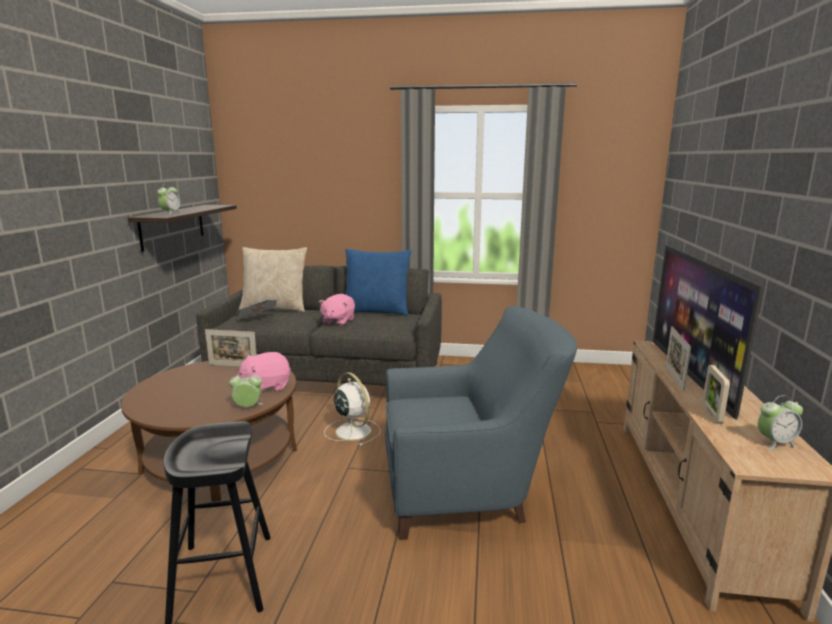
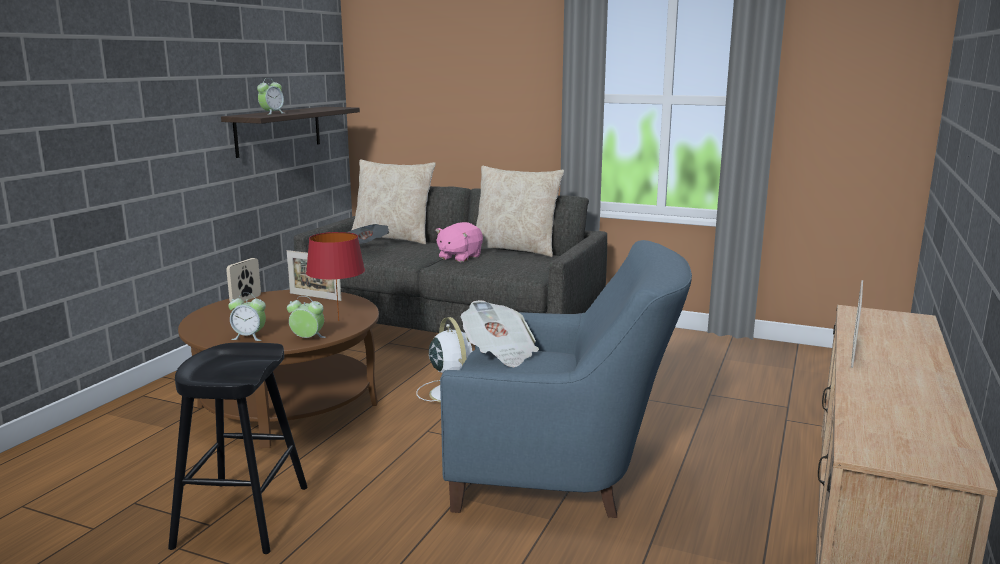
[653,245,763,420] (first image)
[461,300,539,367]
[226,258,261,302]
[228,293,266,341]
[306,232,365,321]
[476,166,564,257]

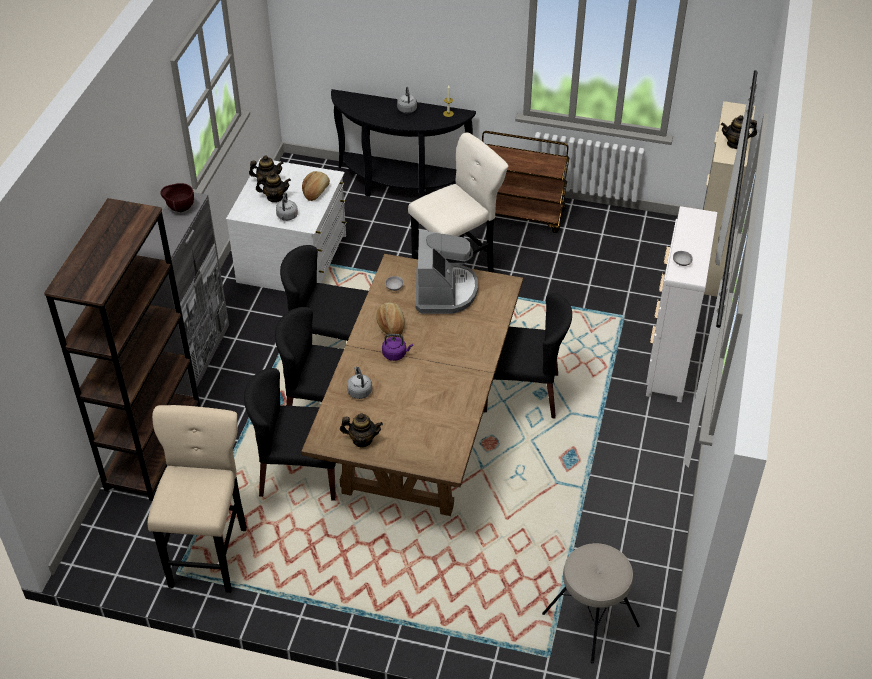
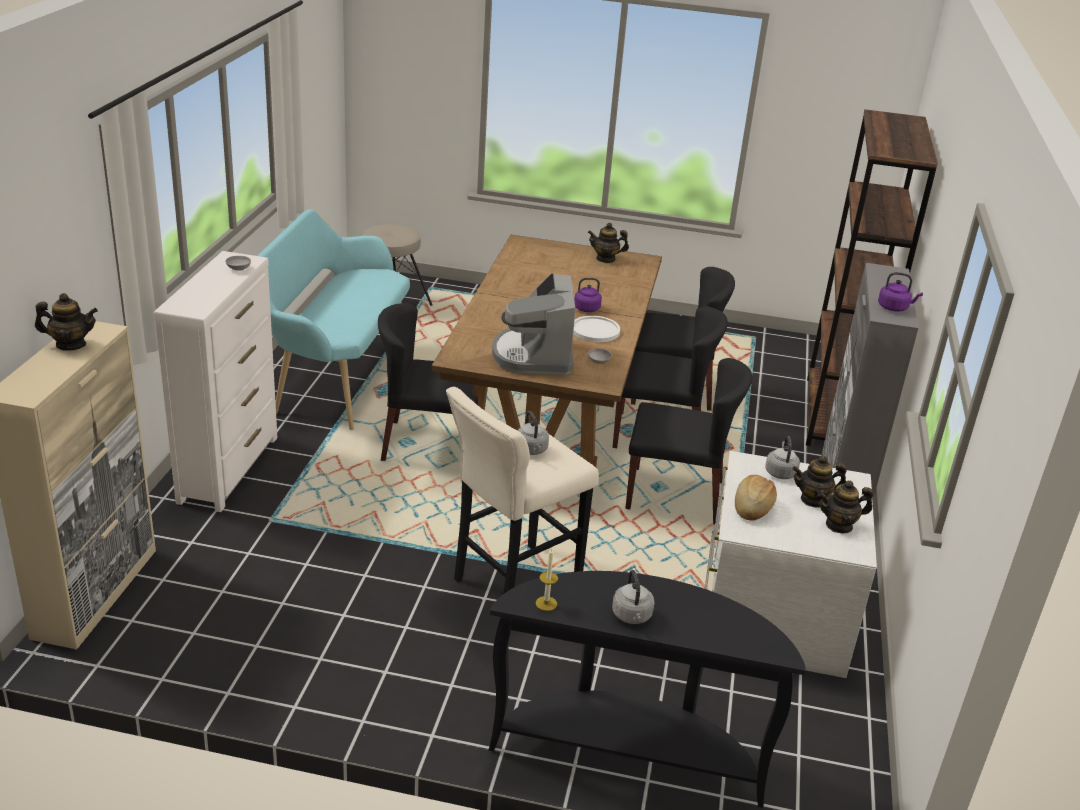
[148,405,247,593] (first image)
[482,131,570,233] (first image)
[258,209,410,430]
[517,411,549,455]
[878,272,923,312]
[573,316,620,342]

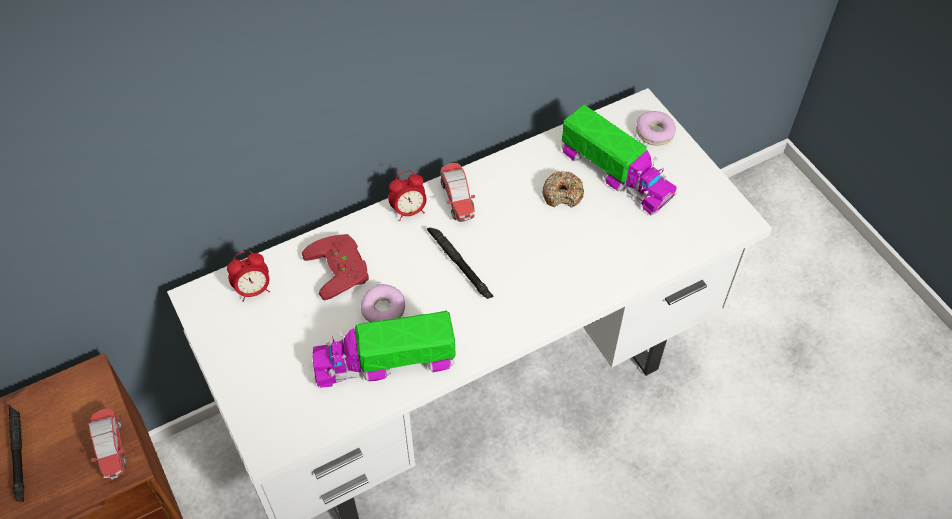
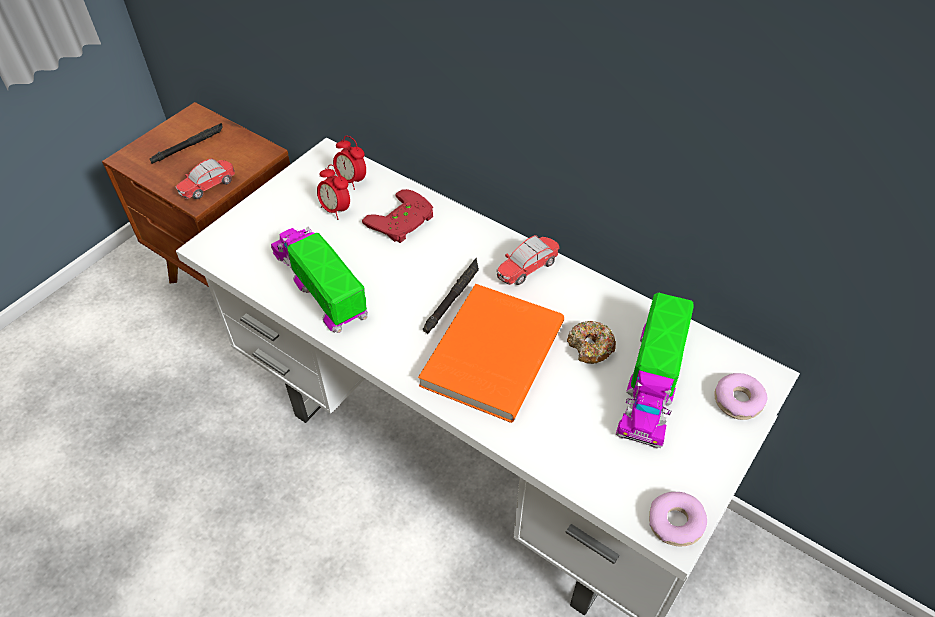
[418,284,564,423]
[649,492,707,546]
[317,164,350,220]

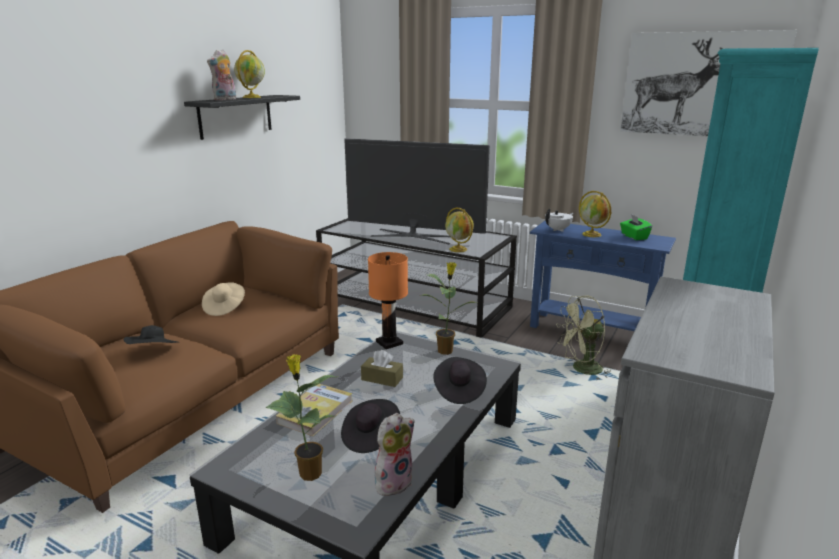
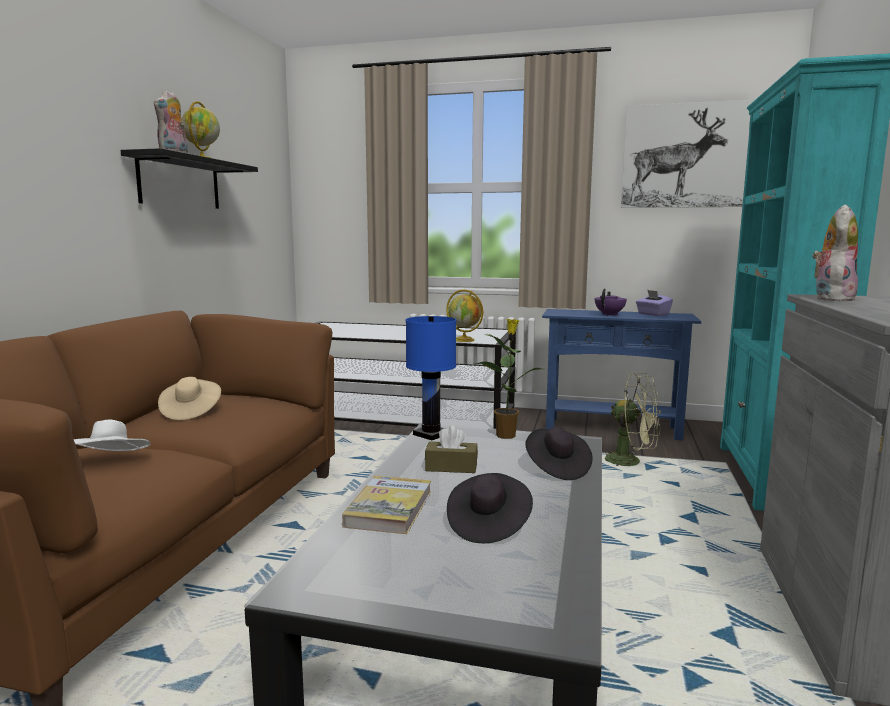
[265,354,336,481] (first image)
[344,138,490,245] (first image)
[545,208,573,232] (first image)
[812,204,858,302]
[595,288,627,316]
[74,420,150,451]
[406,316,456,440]
[636,290,673,316]
[603,373,661,466]

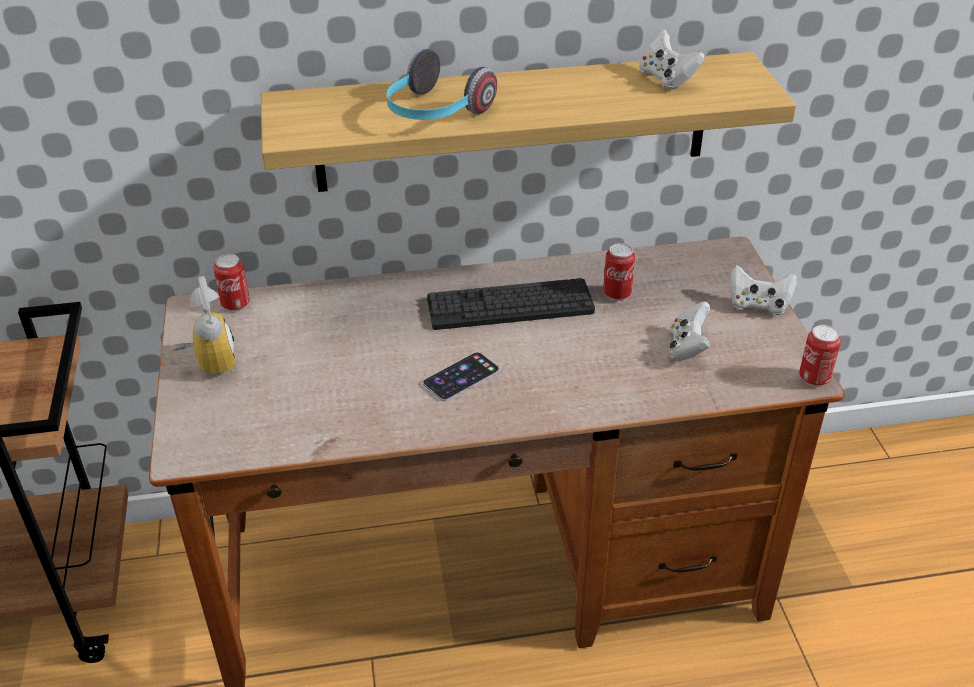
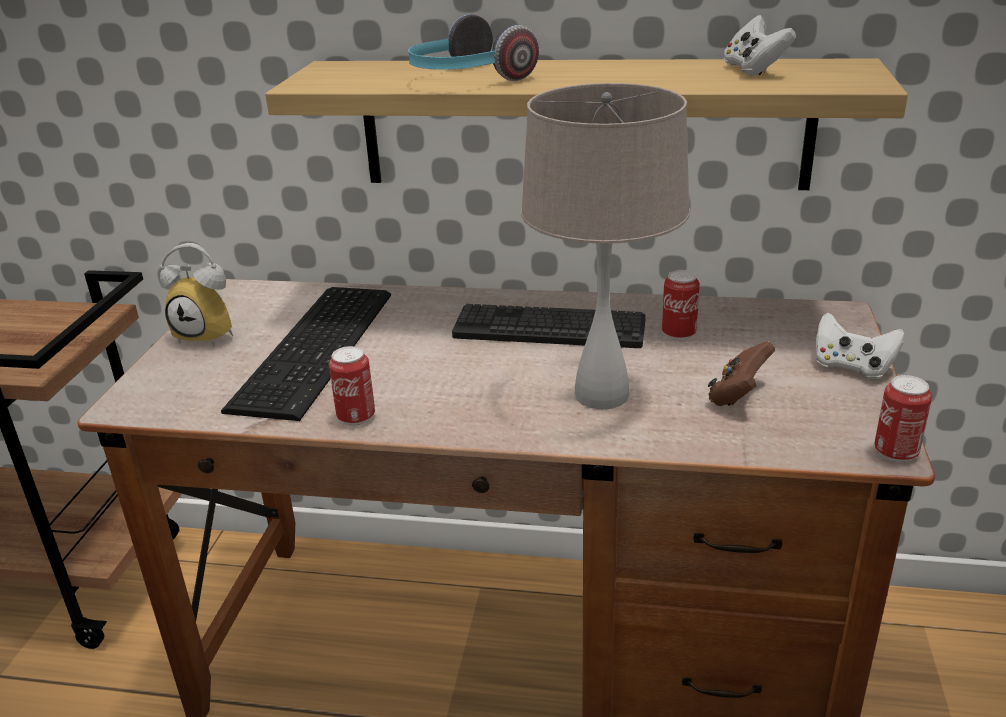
[423,352,499,401] (first image)
[221,287,391,421]
[521,83,690,410]
[329,346,375,426]
[708,341,775,406]
[159,243,233,347]

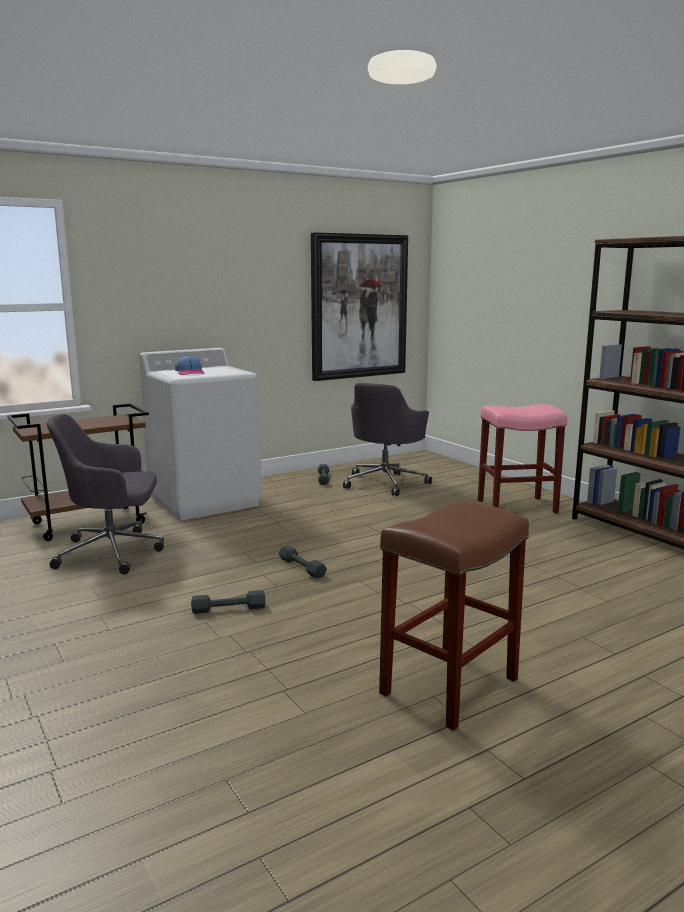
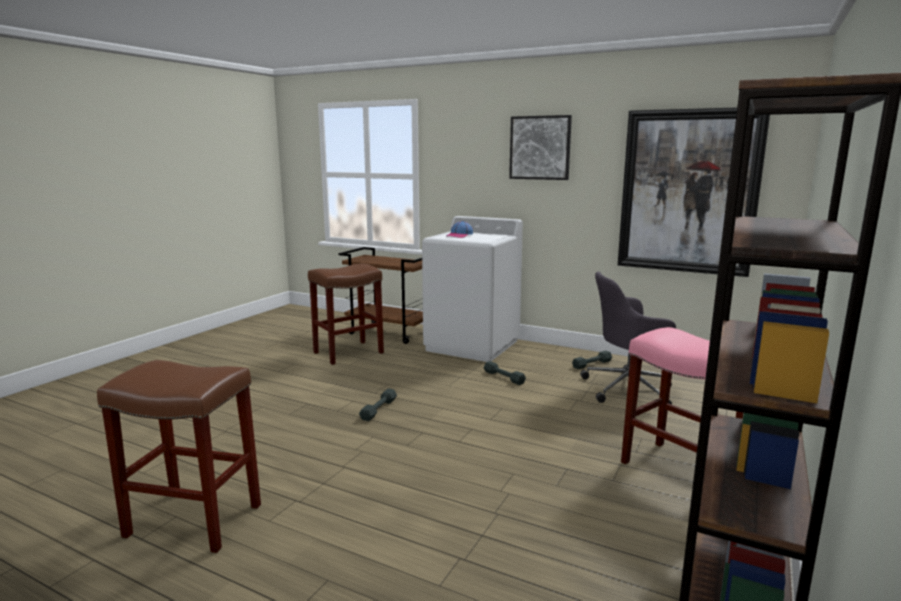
[509,115,572,180]
[484,361,526,385]
[308,264,384,365]

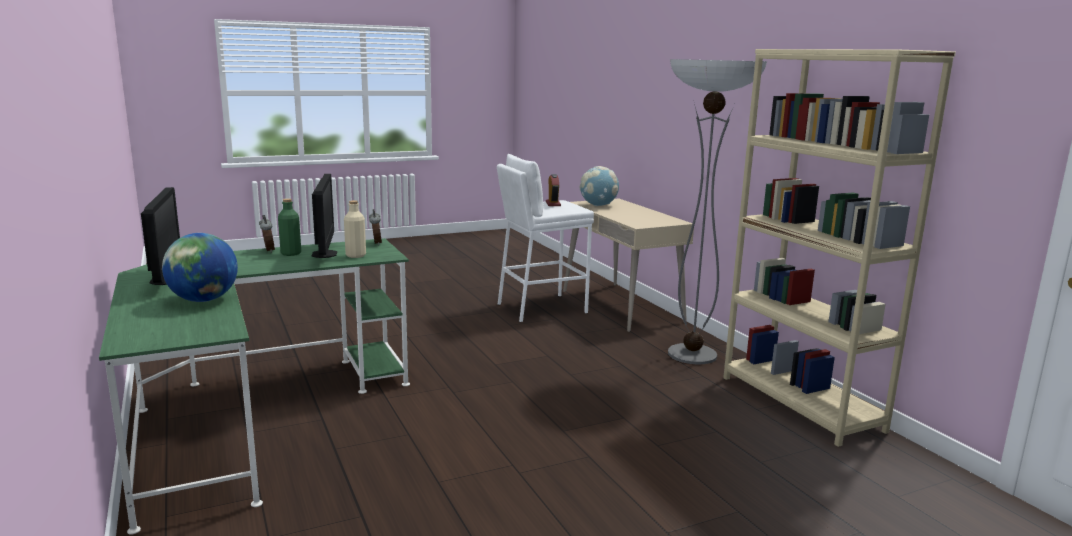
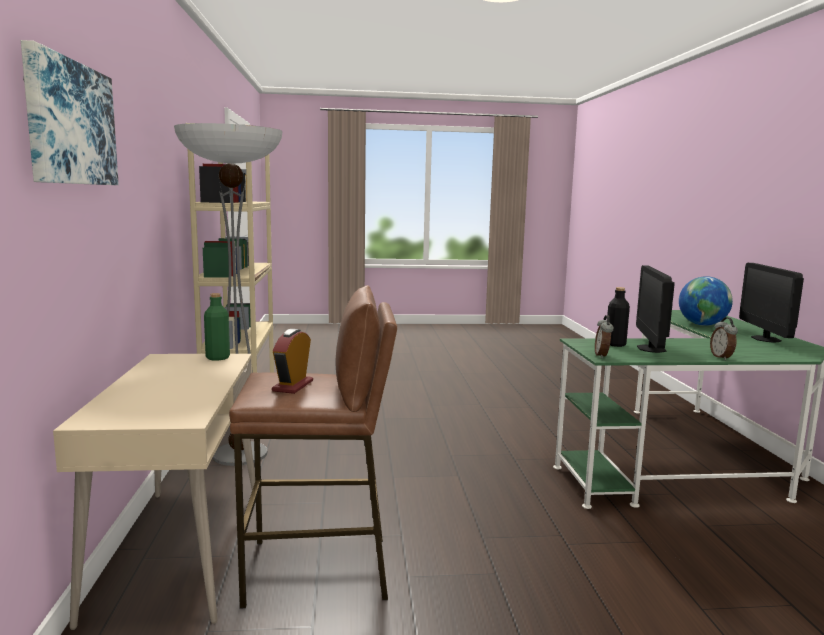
[580,166,619,206] (first image)
[21,40,119,185]
[204,293,230,361]
[607,287,630,347]
[229,285,397,609]

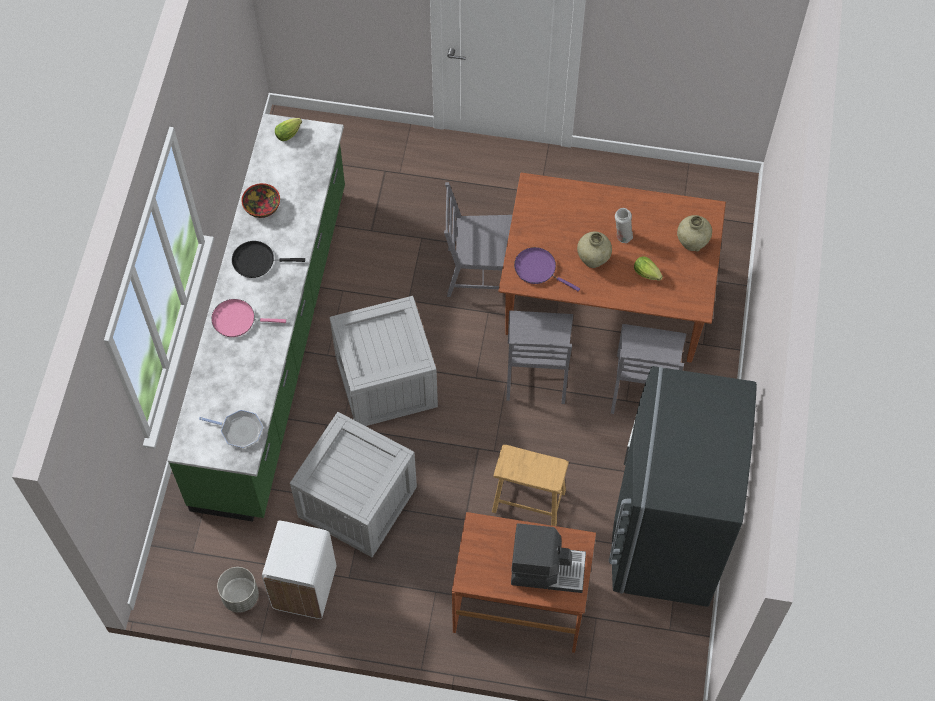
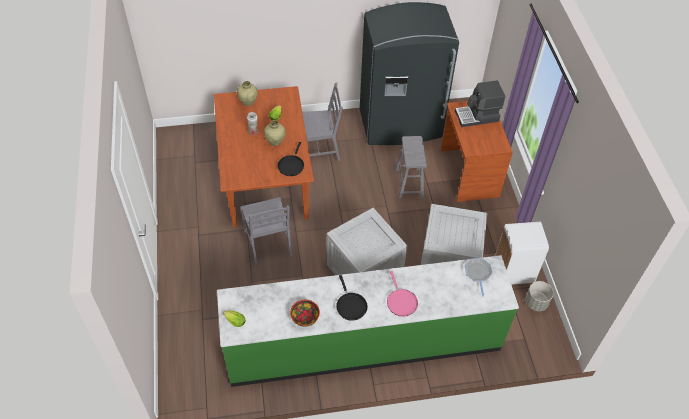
[506,311,573,404] (first image)
[395,136,427,198]
[277,142,304,176]
[455,80,505,127]

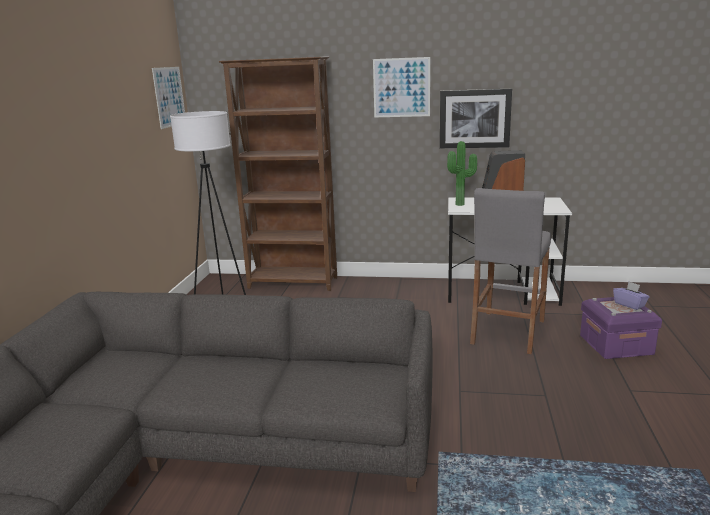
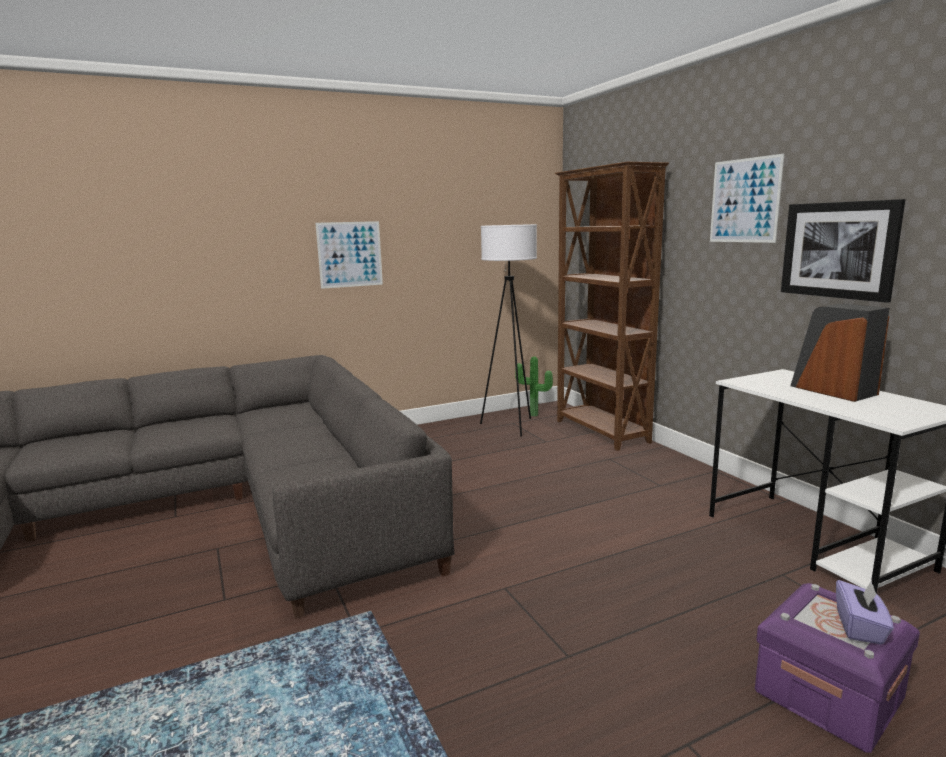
[470,188,551,354] (first image)
[315,221,383,289]
[515,357,553,416]

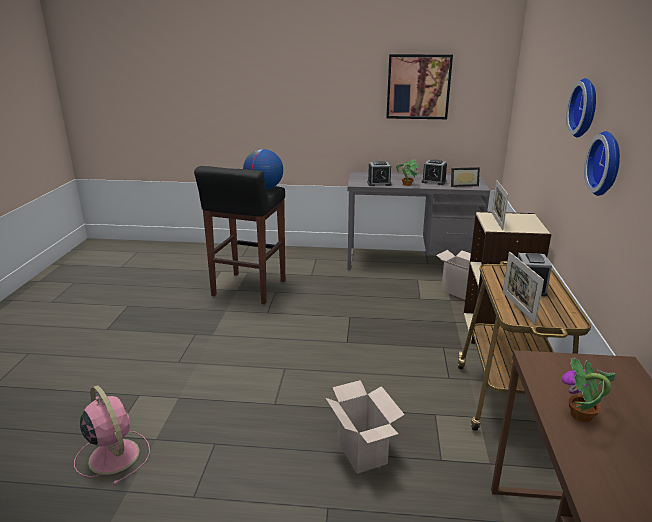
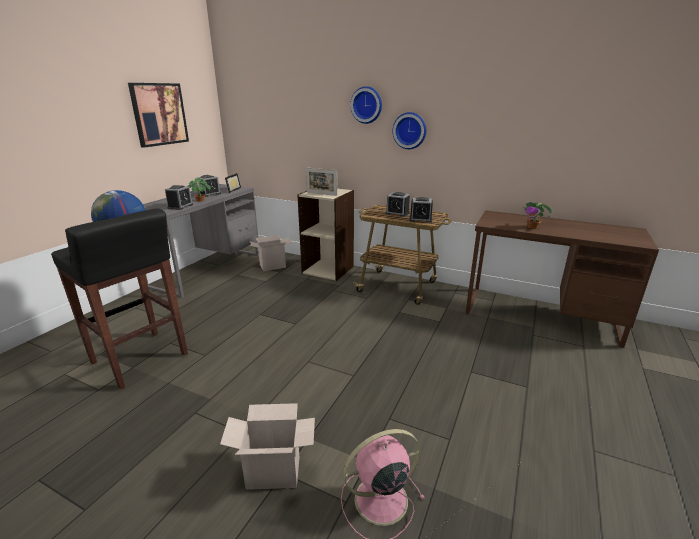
[220,403,315,490]
[409,197,433,223]

